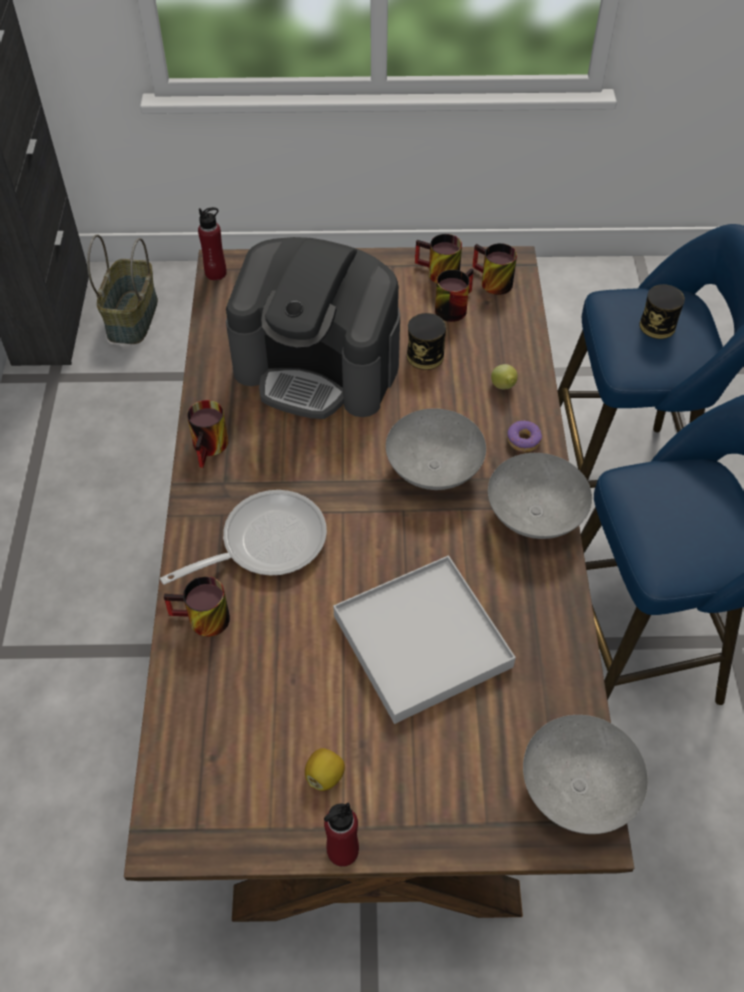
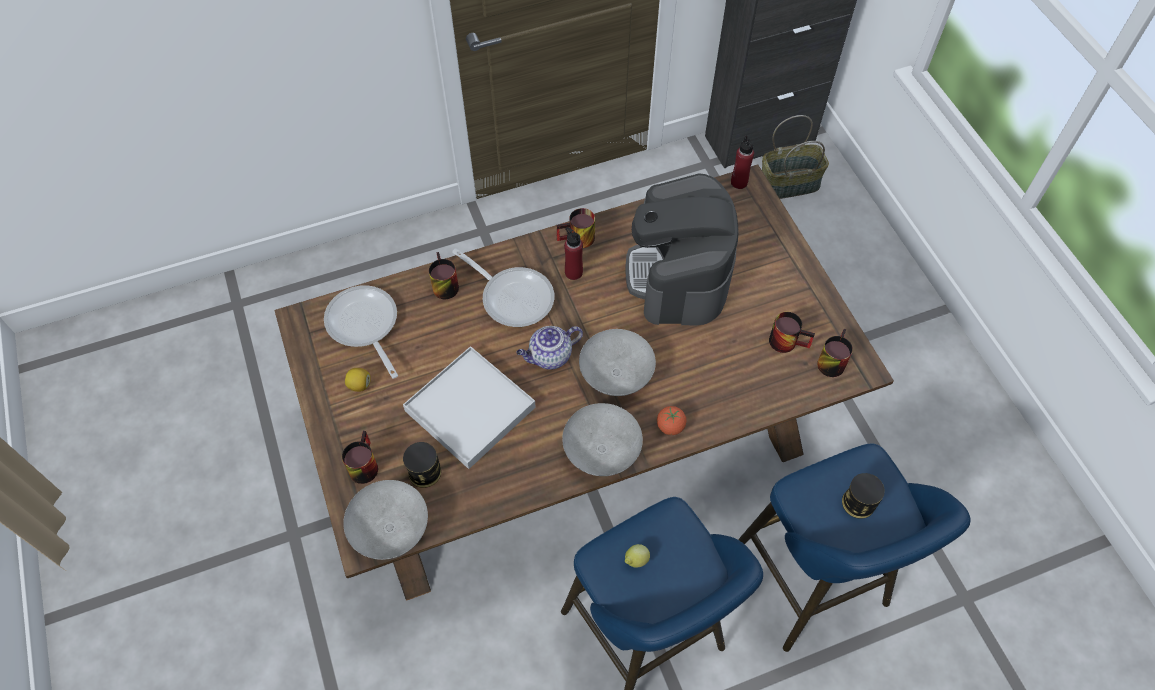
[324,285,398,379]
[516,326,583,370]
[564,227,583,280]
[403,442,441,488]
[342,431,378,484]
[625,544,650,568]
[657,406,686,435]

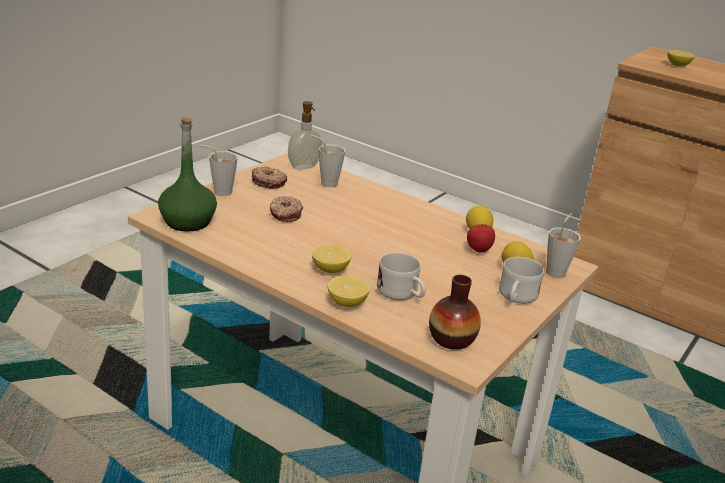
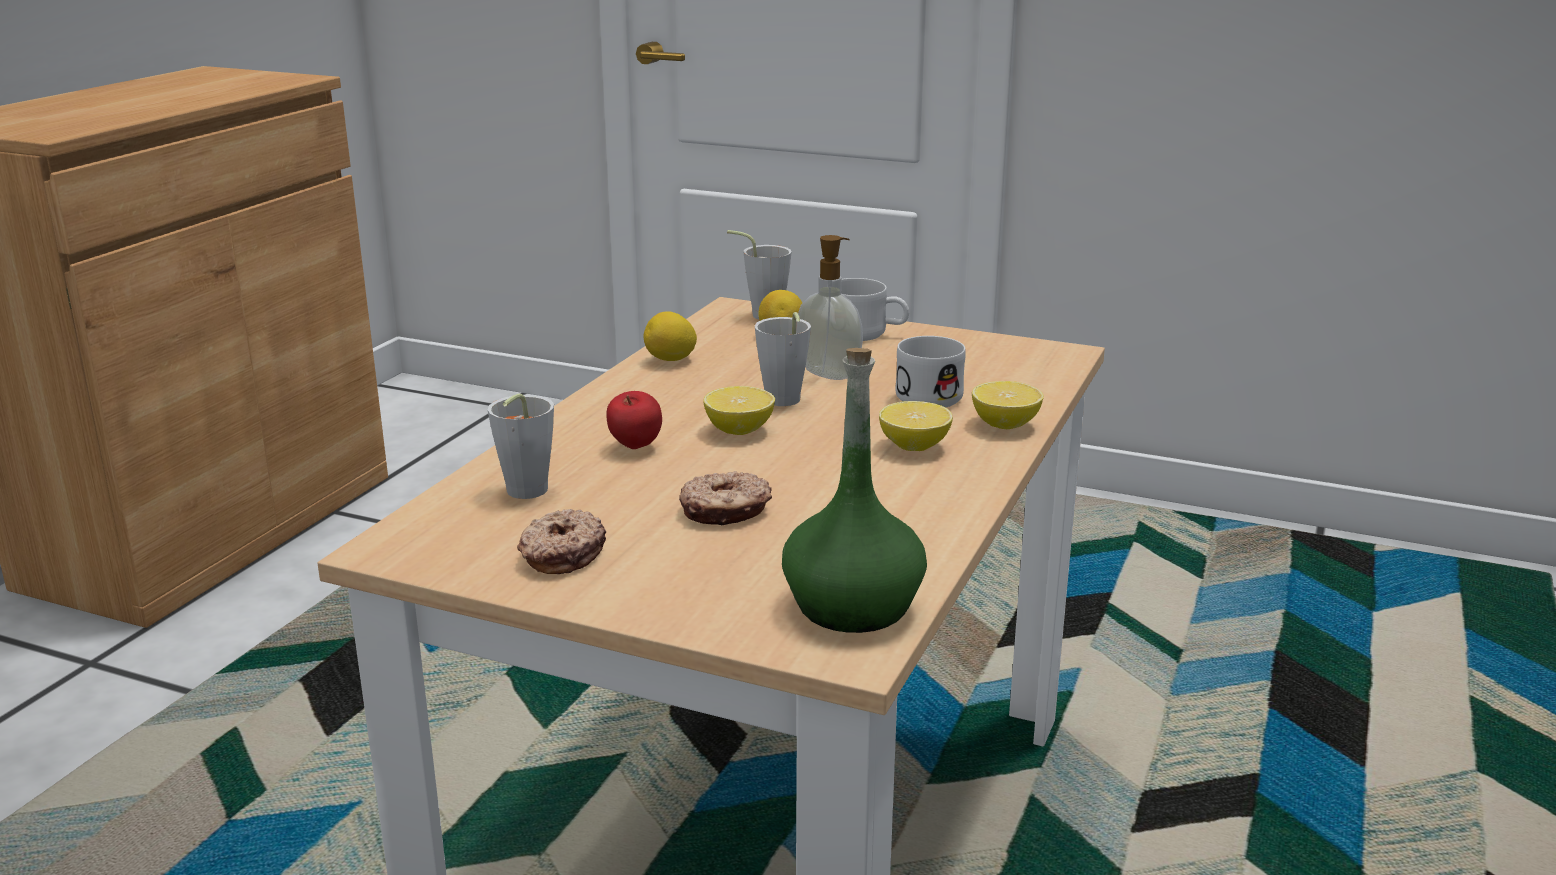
[429,275,481,350] (first image)
[754,312,811,406]
[798,235,863,380]
[607,391,662,449]
[703,386,775,435]

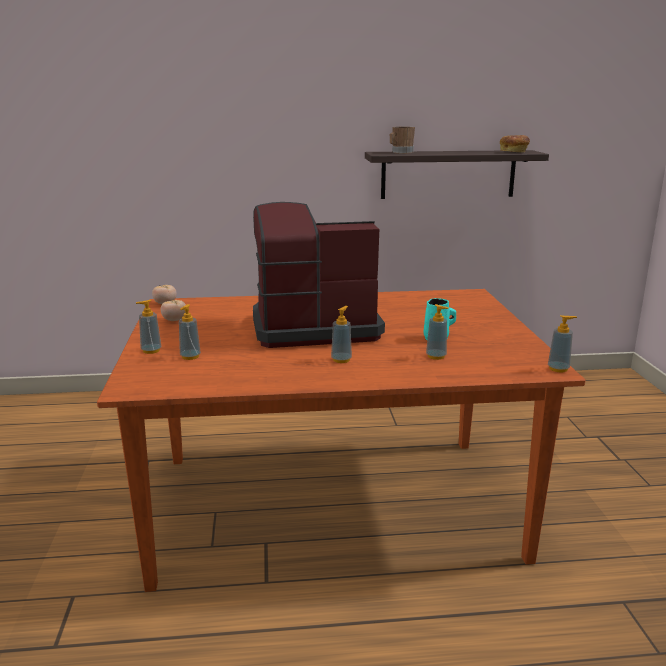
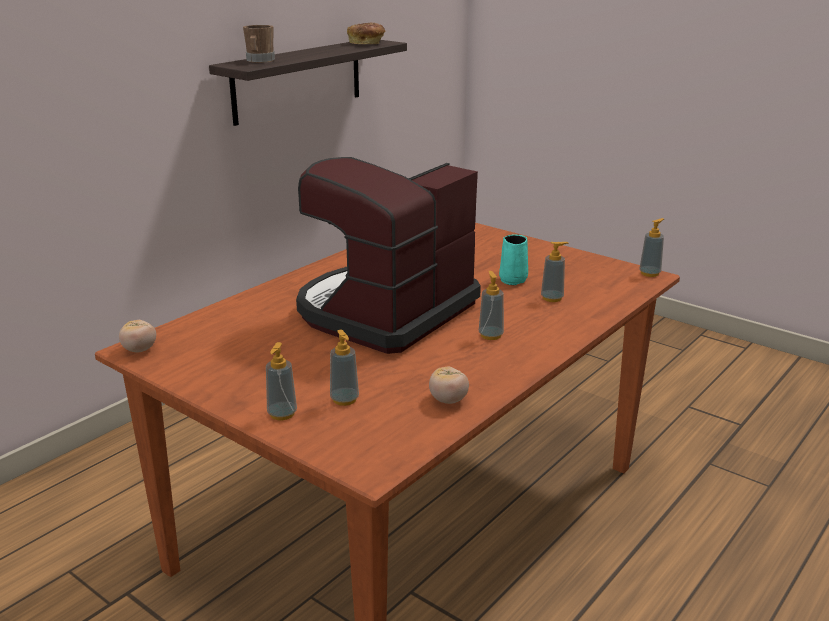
[429,366,469,404]

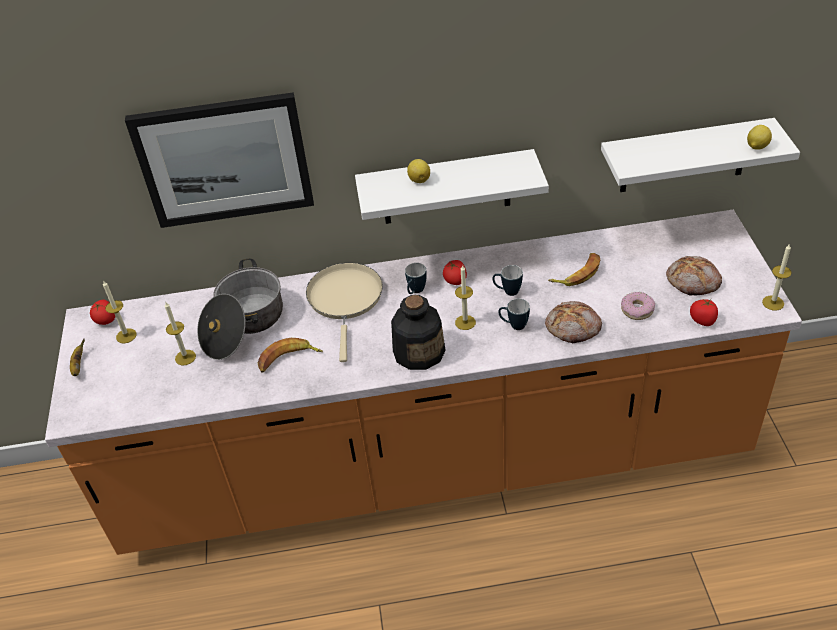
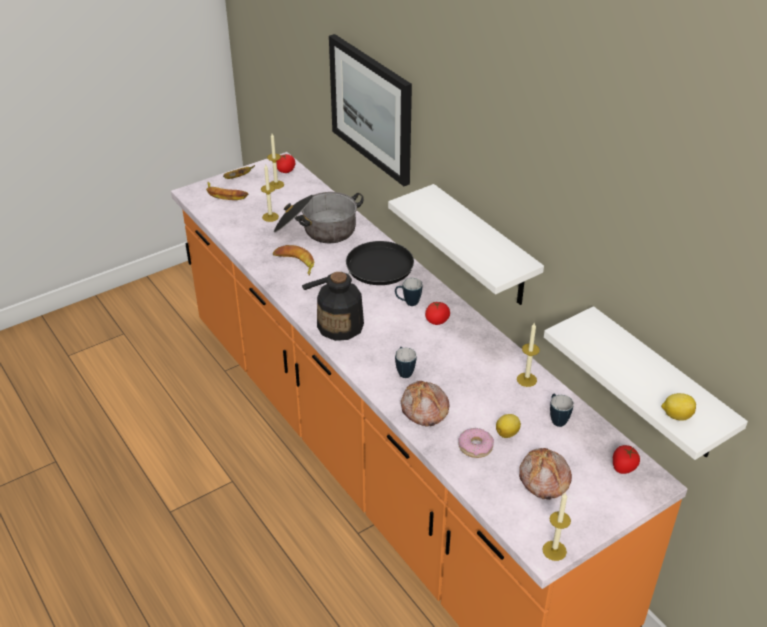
[496,414,521,438]
[517,323,540,387]
[550,394,574,427]
[206,182,248,200]
[613,445,640,474]
[302,241,414,290]

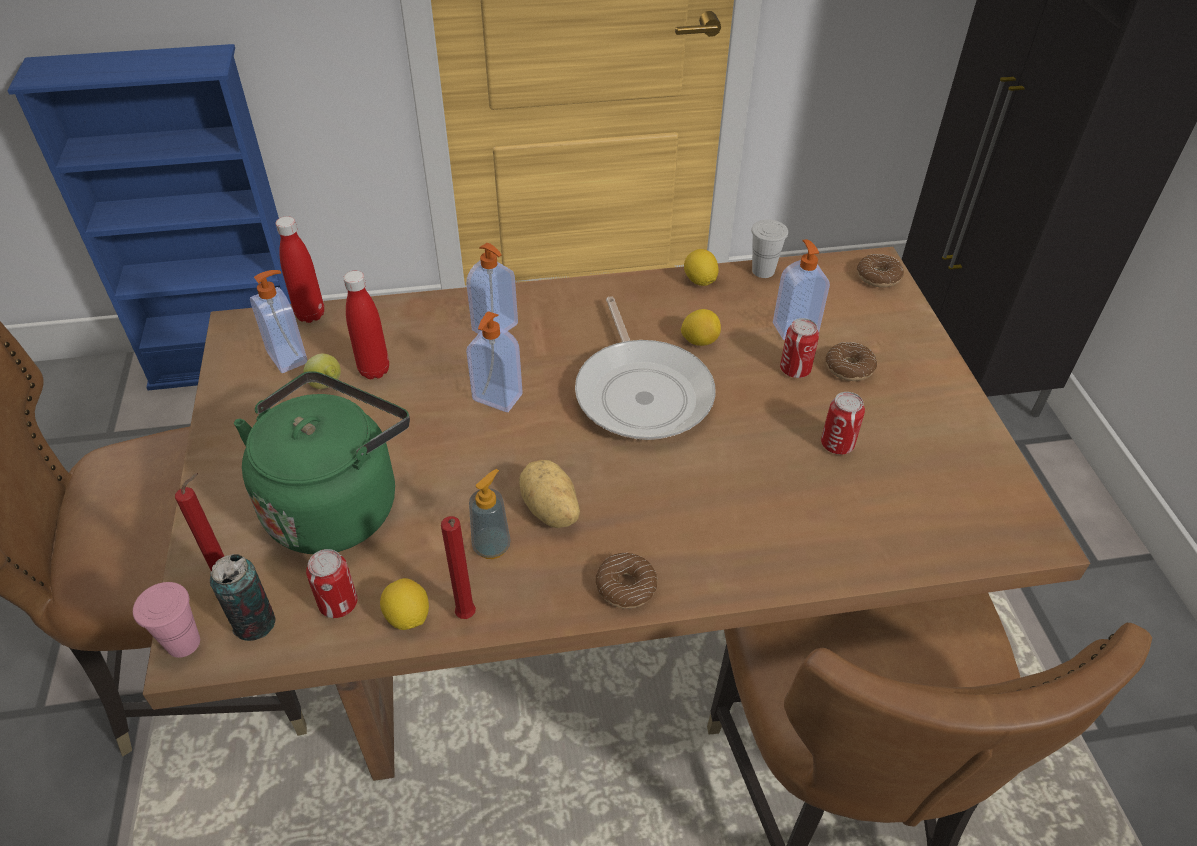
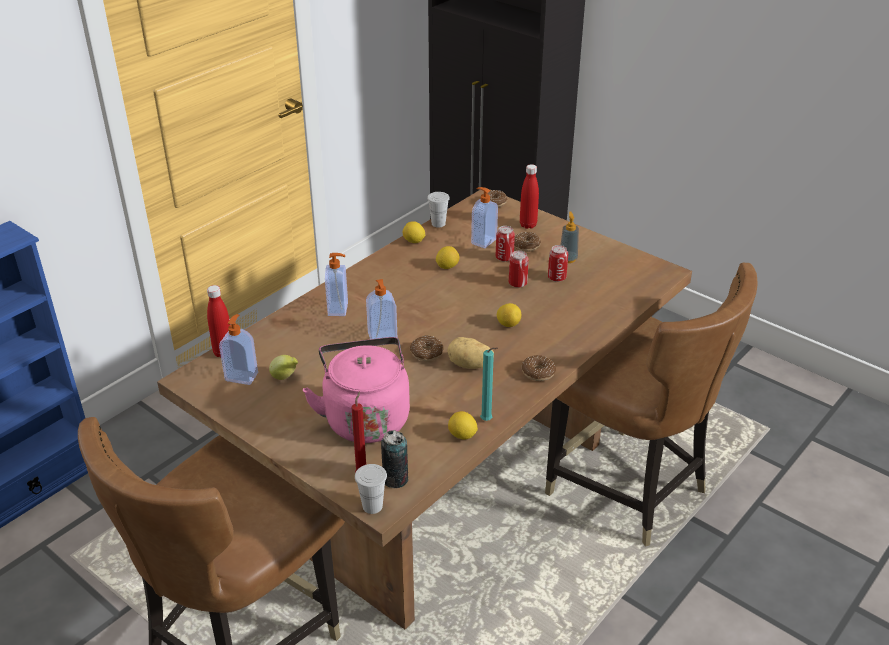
[575,296,716,440] (first image)
[410,335,444,361]
[497,303,521,327]
[509,251,529,288]
[520,164,539,229]
[560,212,579,263]
[355,464,387,514]
[303,337,410,443]
[480,348,498,421]

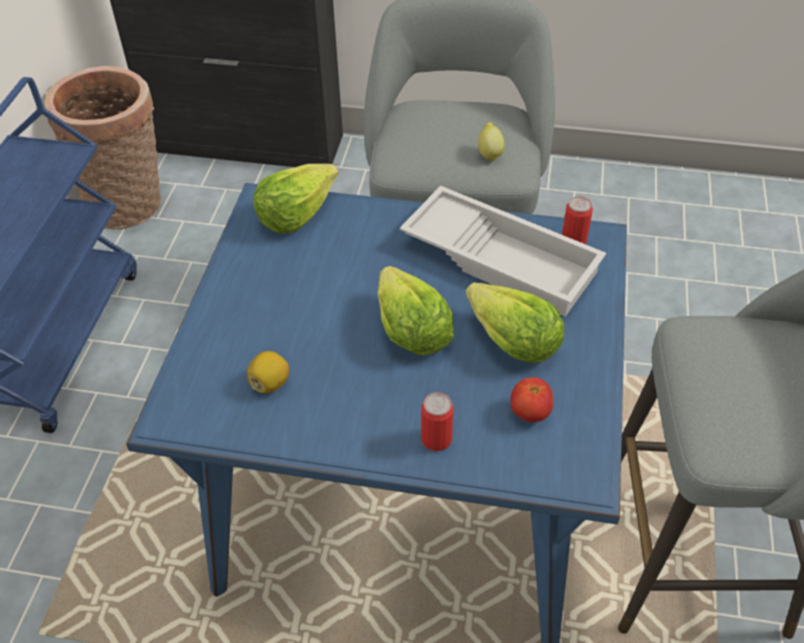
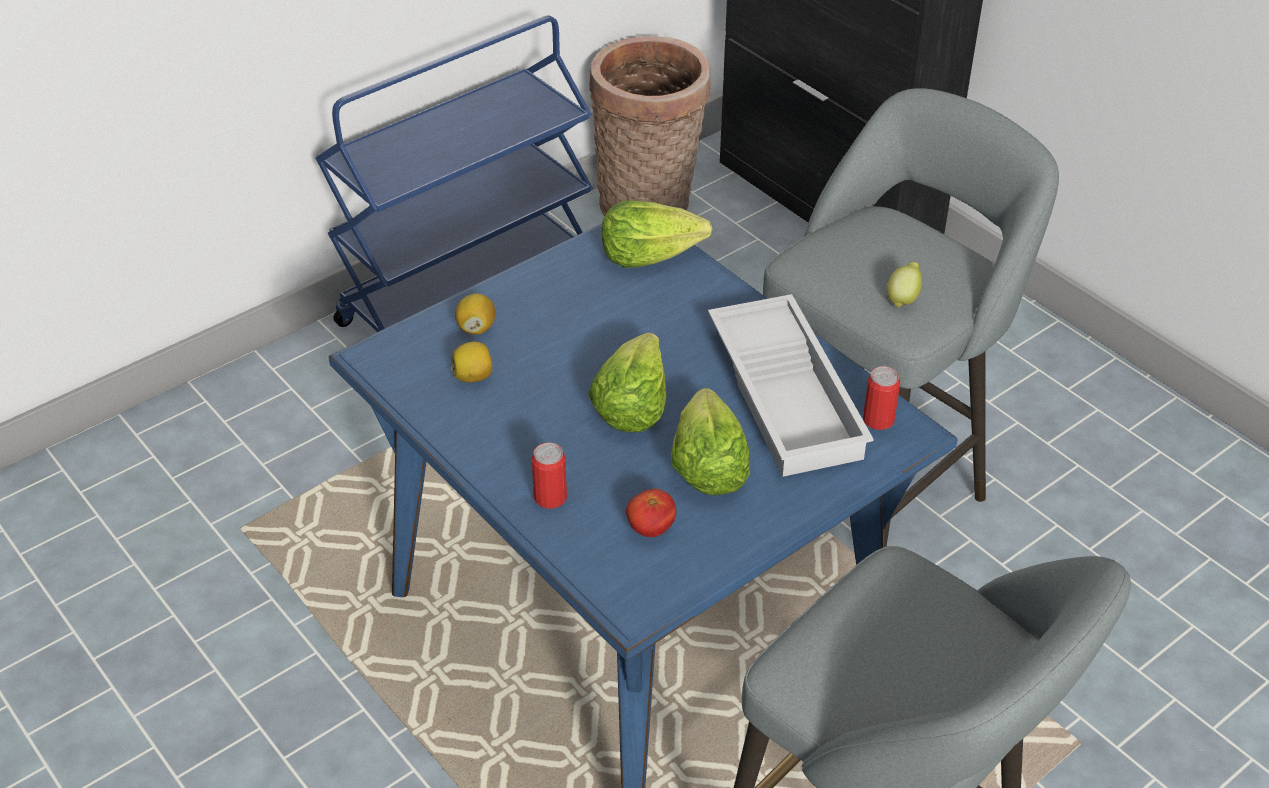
[455,293,495,335]

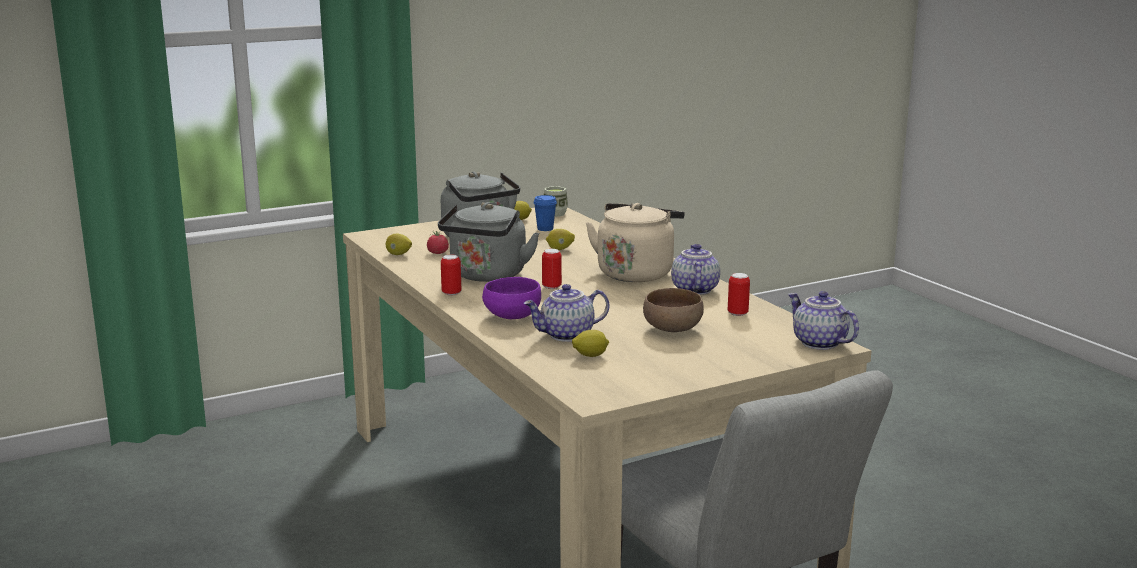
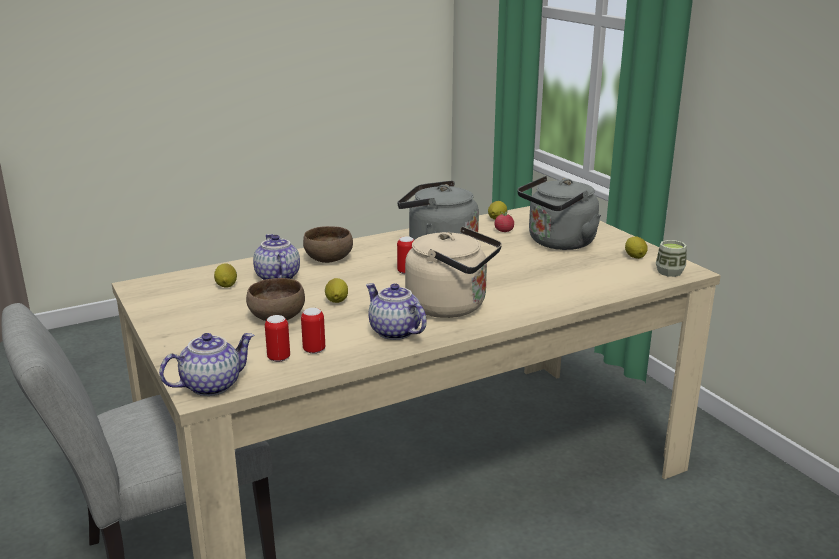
[534,195,557,231] (first image)
[265,315,290,362]
[325,278,348,303]
[303,226,353,263]
[366,283,427,340]

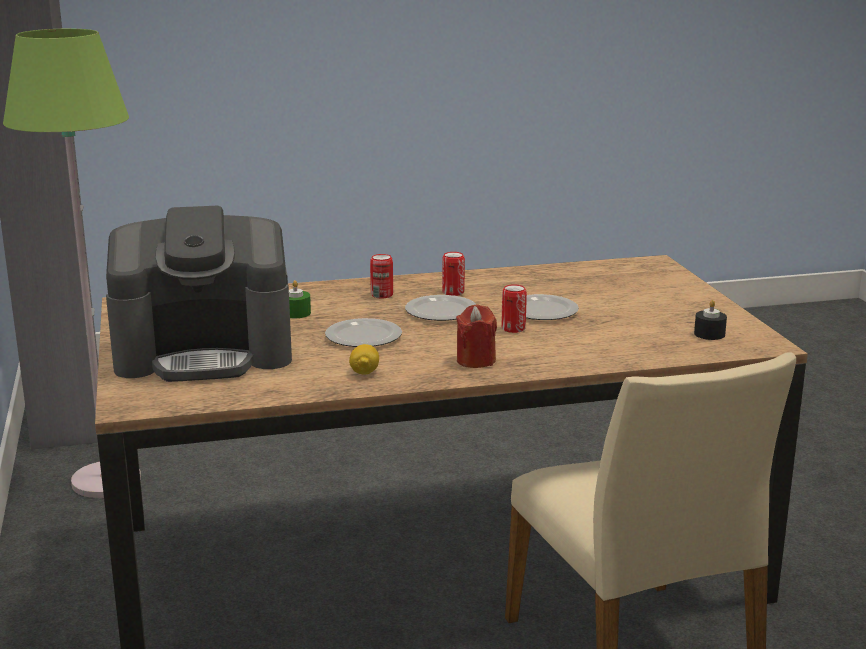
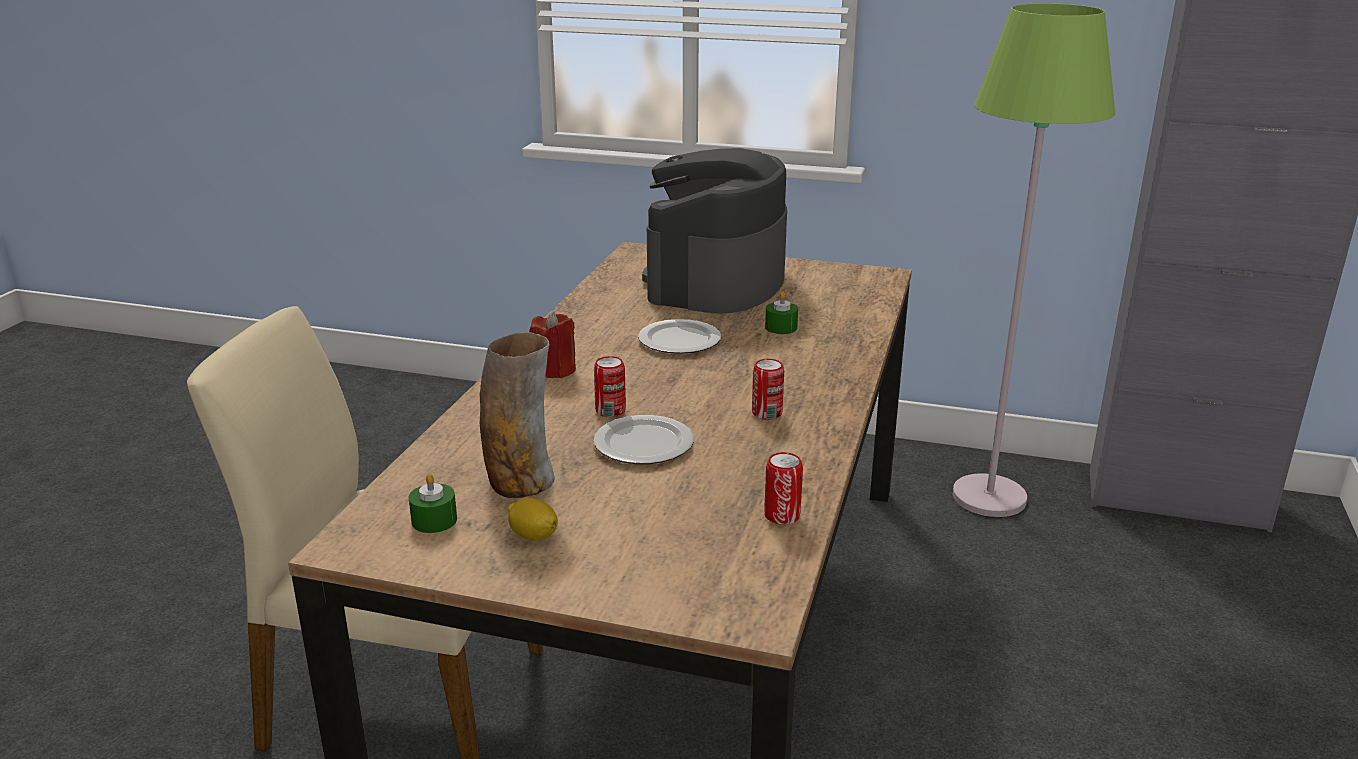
[405,295,476,321] (first image)
[480,332,555,498]
[508,497,558,541]
[764,452,803,525]
[409,474,457,533]

